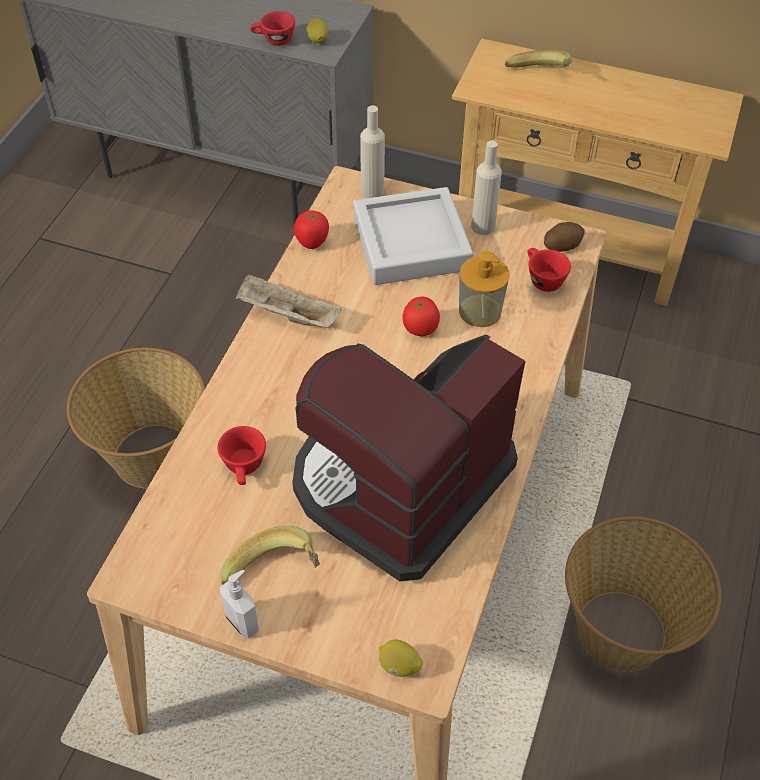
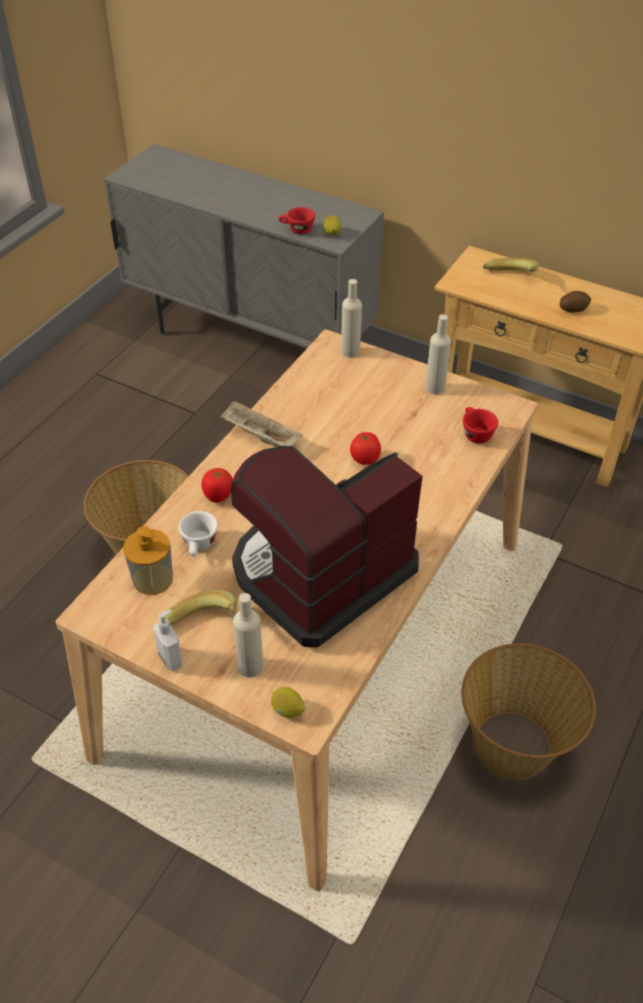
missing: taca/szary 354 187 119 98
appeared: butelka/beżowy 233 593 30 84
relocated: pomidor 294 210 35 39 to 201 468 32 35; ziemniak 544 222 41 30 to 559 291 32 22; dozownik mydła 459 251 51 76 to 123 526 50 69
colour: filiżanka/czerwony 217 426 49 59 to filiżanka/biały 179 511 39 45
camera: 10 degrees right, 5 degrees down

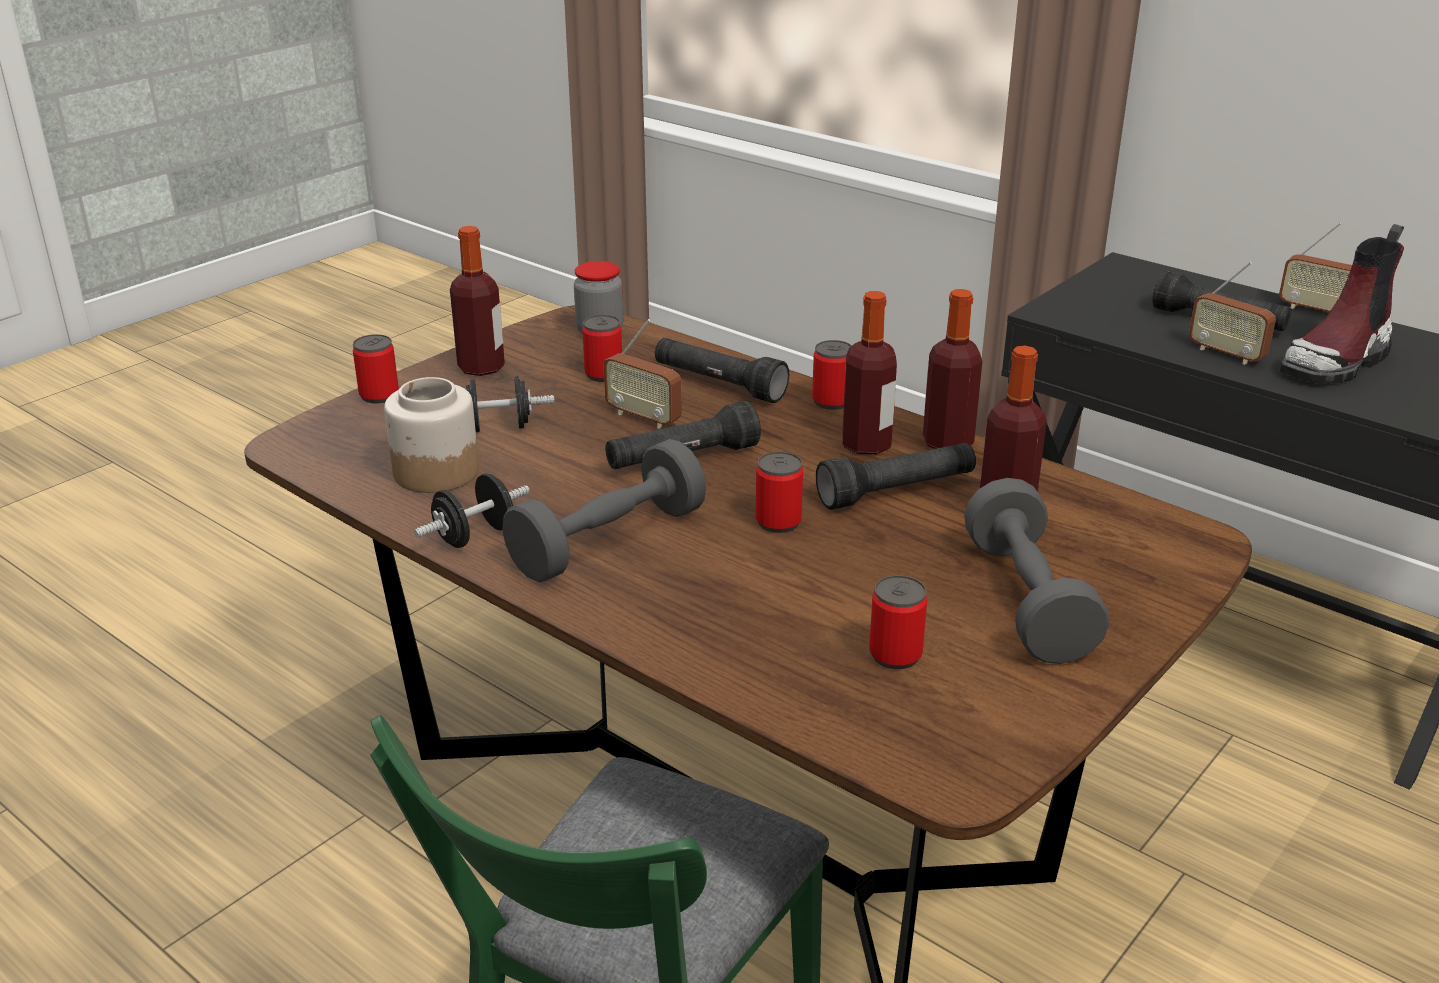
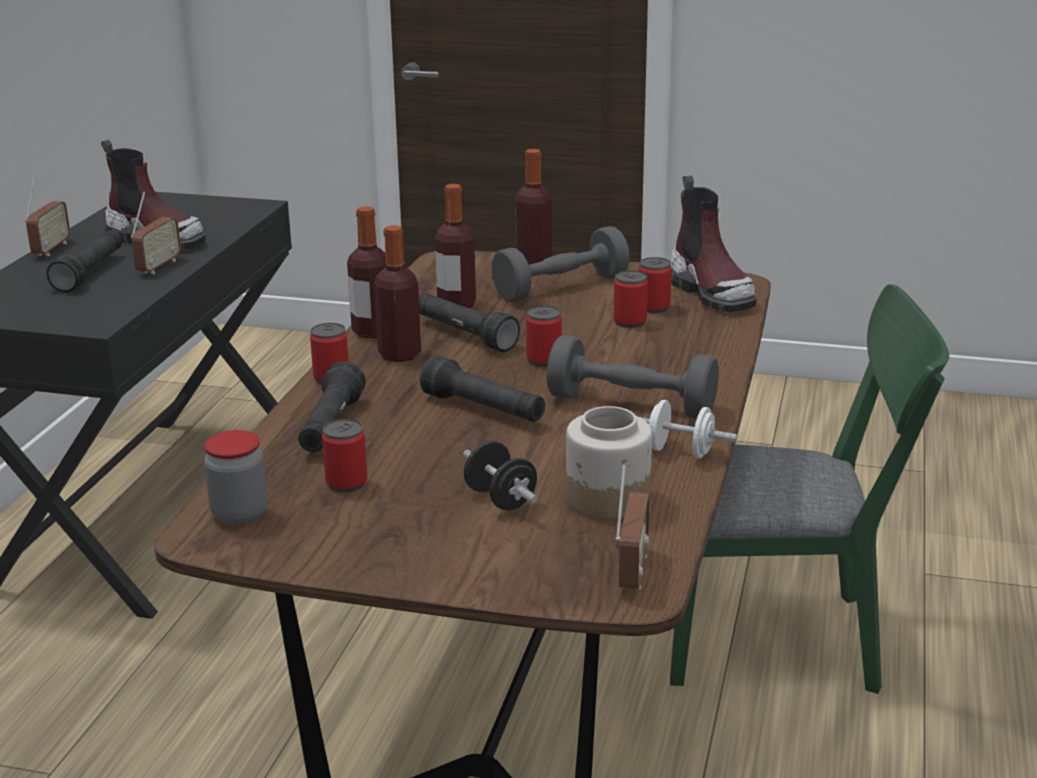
appeared: but z cholewką 670 175 86 137
relocated: butelka 450 226 55 150 to 515 149 37 116; radio 603 319 79 110 to 615 465 35 125; puszka 353 334 46 69 to 614 270 34 58
colour: hantel/czarny 414 473 116 75 to hantel/biały 640 400 97 58
camera: 115 degrees left, 5 degrees down

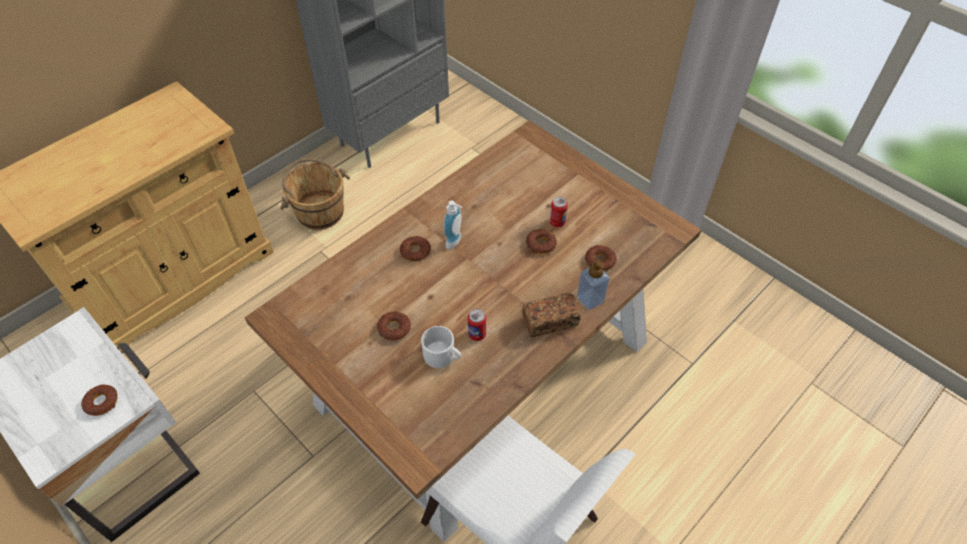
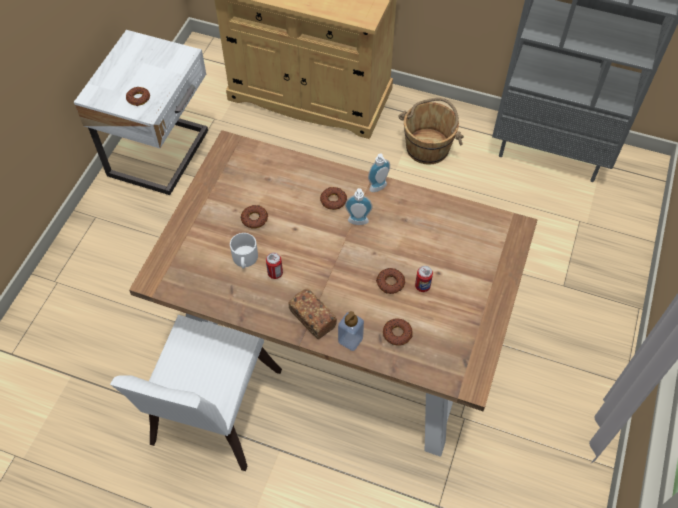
appeared: dozownik mydła 368 153 22 39
camera: 65 degrees right, 5 degrees up

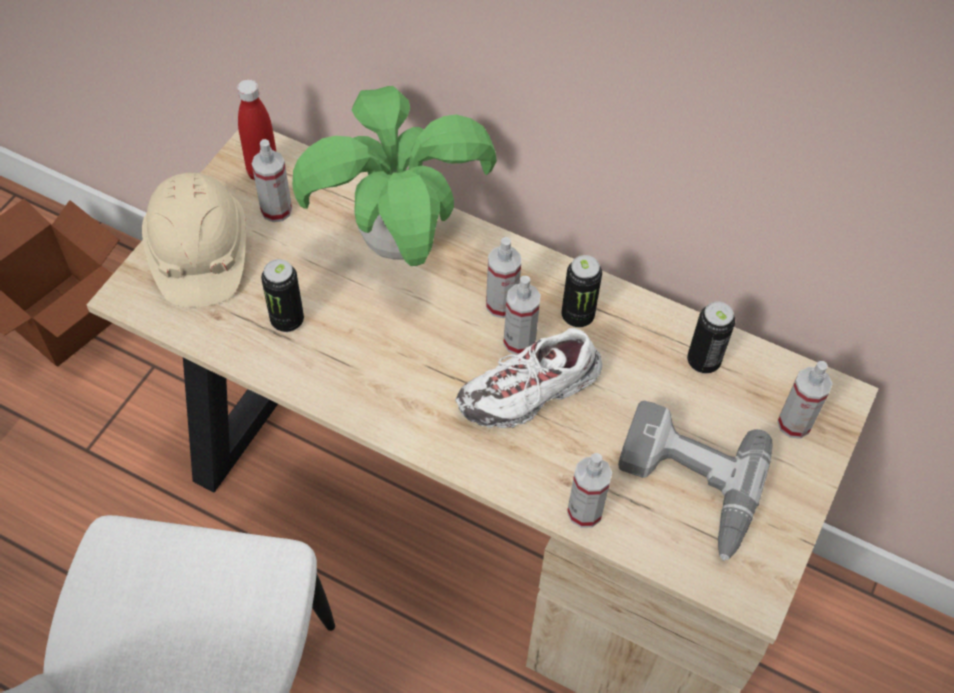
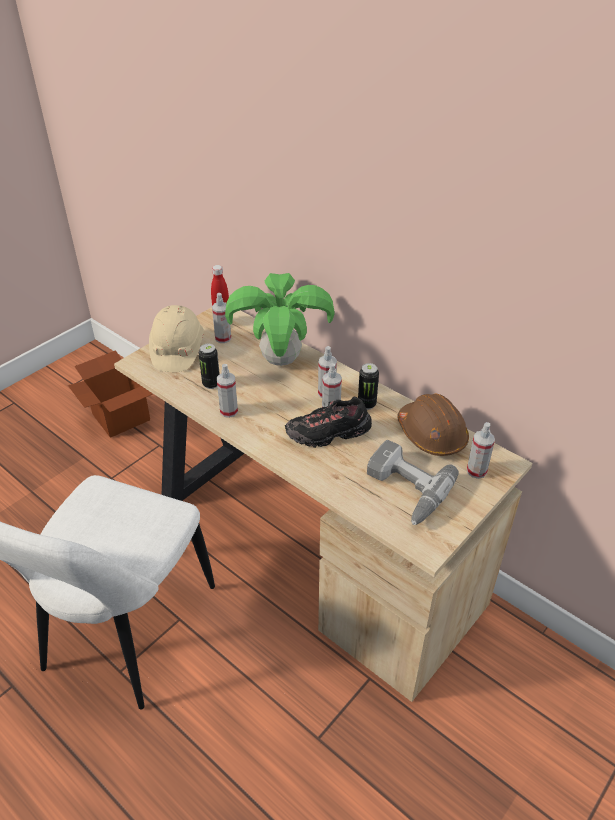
relocated: spryskiwacz 567 453 45 75 to 217 364 21 54
exchanged: puszka 687 301 48 73 to kask/brązowy 397 393 72 63
colour: but/biały 455 328 147 100 to but/czarny 285 397 87 51
camera: 15 degrees right, 15 degrees down

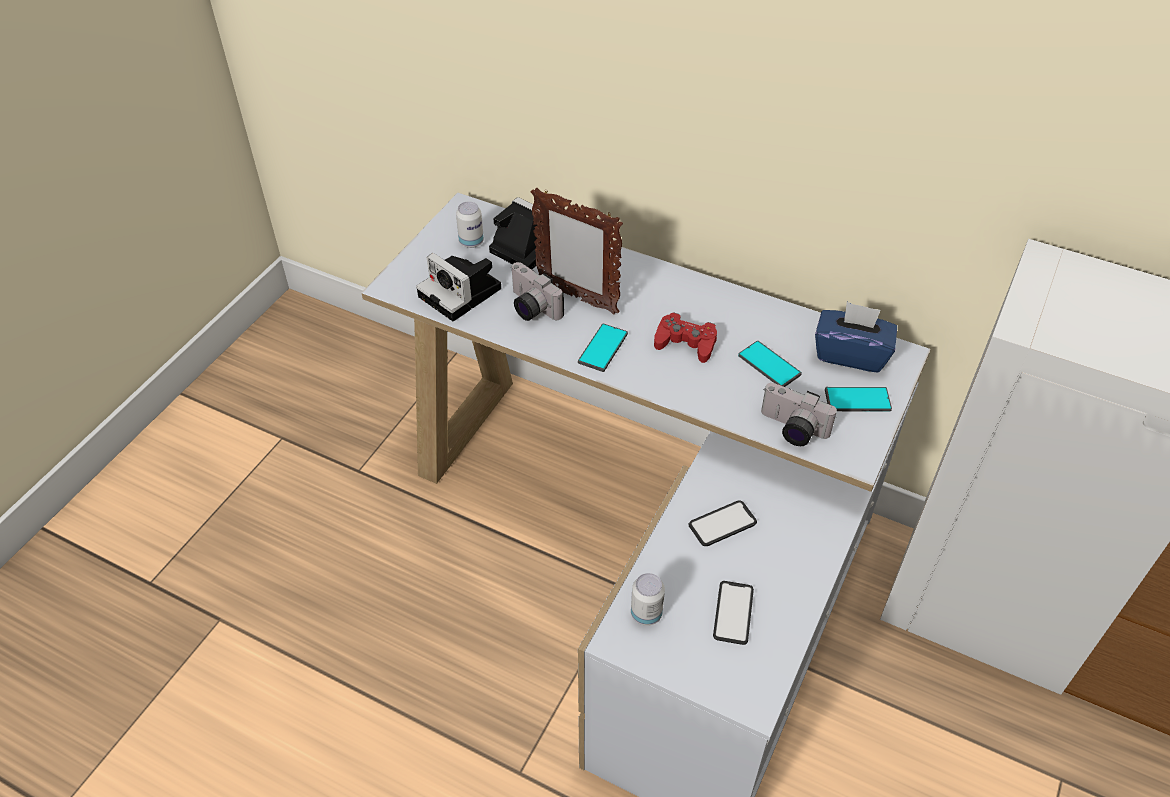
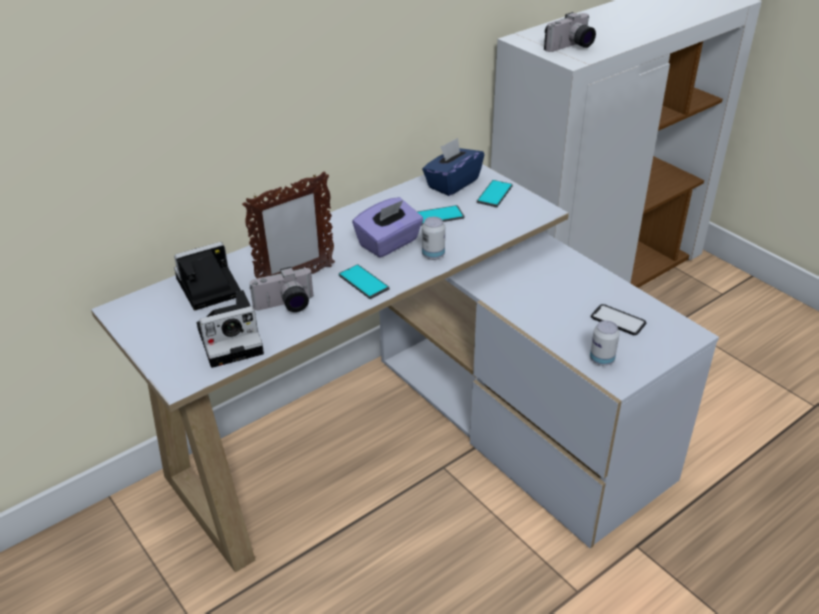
missing: telefon 688 501 69 45
relocated: puszka 456 202 28 46 to 422 217 23 43; aparat fotograficzny 761 383 76 63 to 544 12 52 40
exchanged: pad do gier/czerwony 654 312 63 51 to pudełko chusteczek/fioletowy 352 197 71 61
camera: 65 degrees left, 10 degrees down

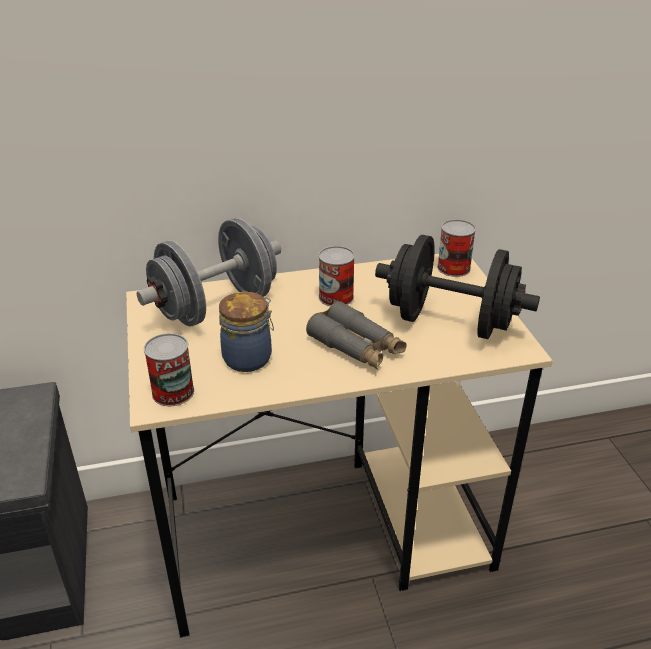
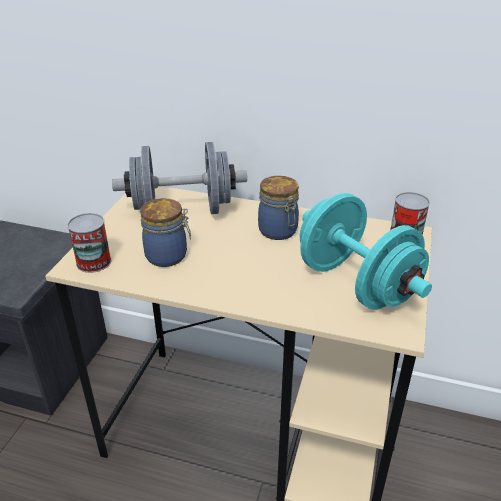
missing: lornetka/szary 306 301 101 68
exchanged: puszka 318 246 37 60 to słoik 258 176 41 64
colour: hantel/czarny 375 235 165 104 to hantel/turkusowy 300 193 132 117
camera: 30 degrees right, 0 degrees up

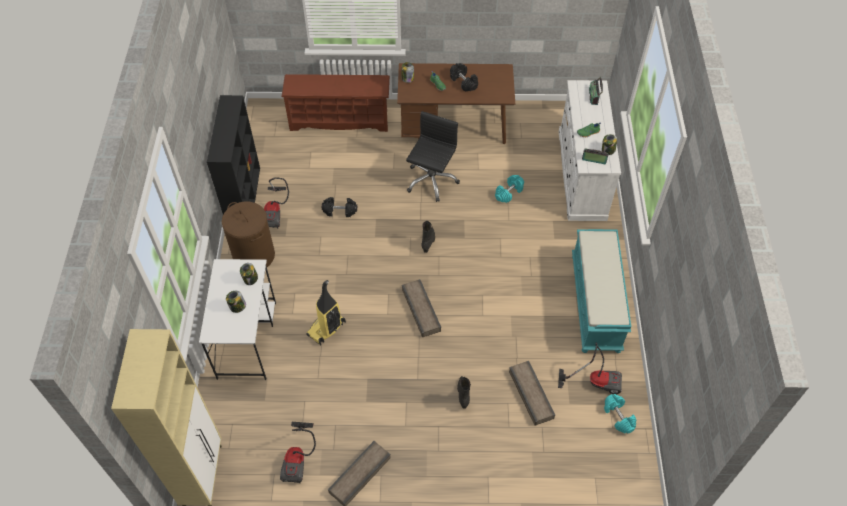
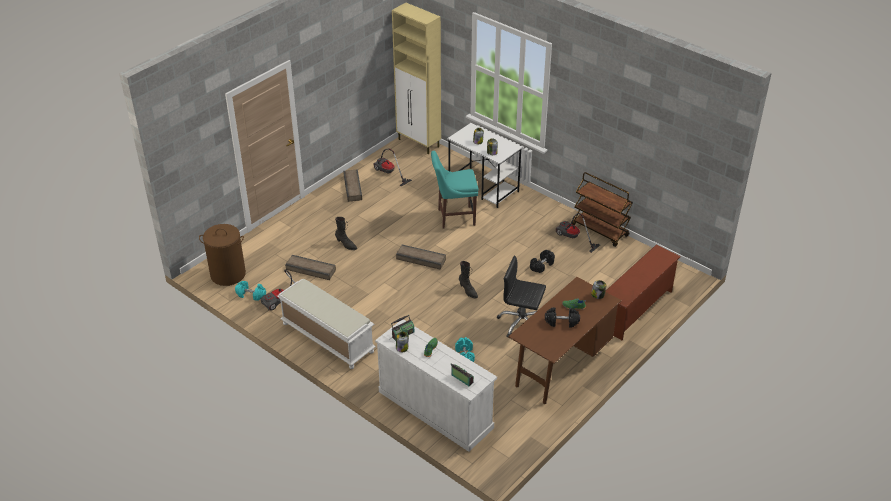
relocated: kosz na pranie/brązowy 222 202 53 65 to 199 224 47 62
exchanged: regał/czarny 207 95 53 120 to wózek/brązowy 572 172 61 75; odkurzacz 306 280 40 65 to krzesło/turkusowy 431 151 48 77
colour: ławka/turkusowy 572 229 59 124 to ławka/biały 277 279 99 90
spun: krzesło biurowe/czarny 406 111 54 91 = 497 256 49 82 135 degrees clockwise
camera: 130 degrees right, 15 degrees down

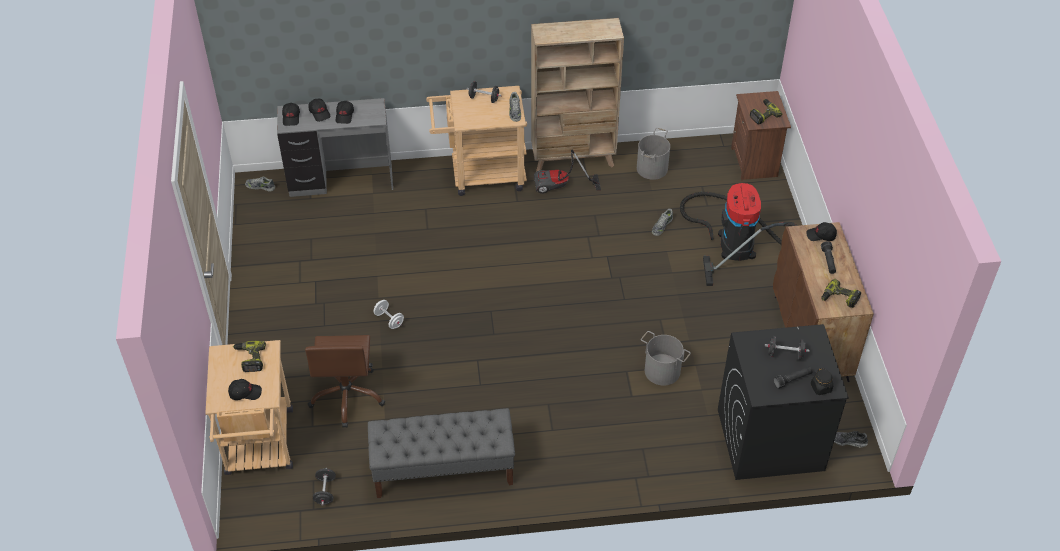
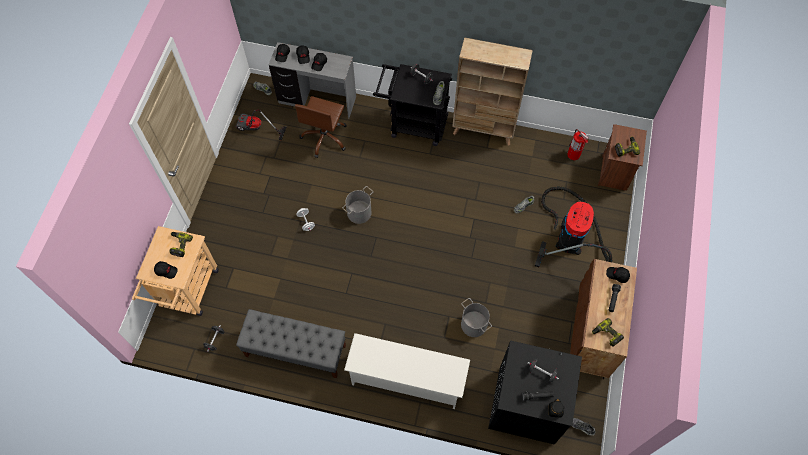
appeared: gaśnica 567 129 22 31; regał na buty/biały 344 333 126 76
relocated: wiadro/szary 637 128 33 52 to 342 186 31 38; odkurzacz 534 150 67 44 to 236 109 50 32; krzesło biurowe/brązowy 305 335 80 93 to 295 96 52 62
colour: wózek/beżowy 426 86 101 110 to wózek/czarny 373 64 79 82
camera: 20 degrees right, 15 degrees up

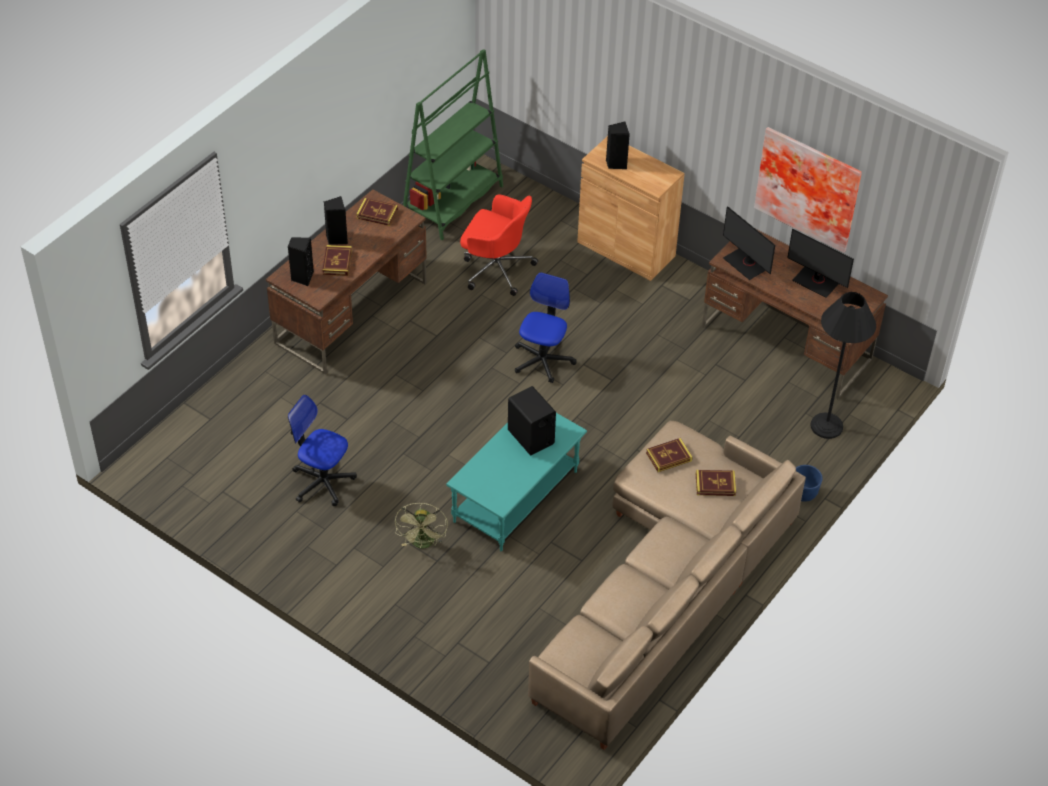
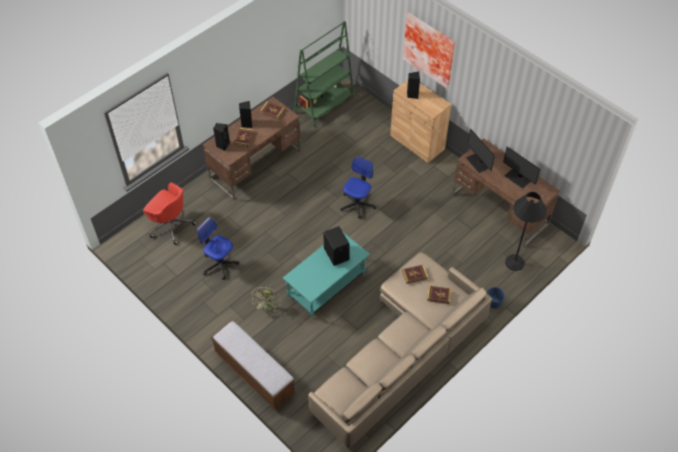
appeared: ławka 211 321 84 90
relocated: obraz 754 127 108 126 to 403 12 52 77; krzesło biurowe/czerwony 460 194 78 102 to 143 183 54 62
camera: 10 degrees right, 5 degrees up

